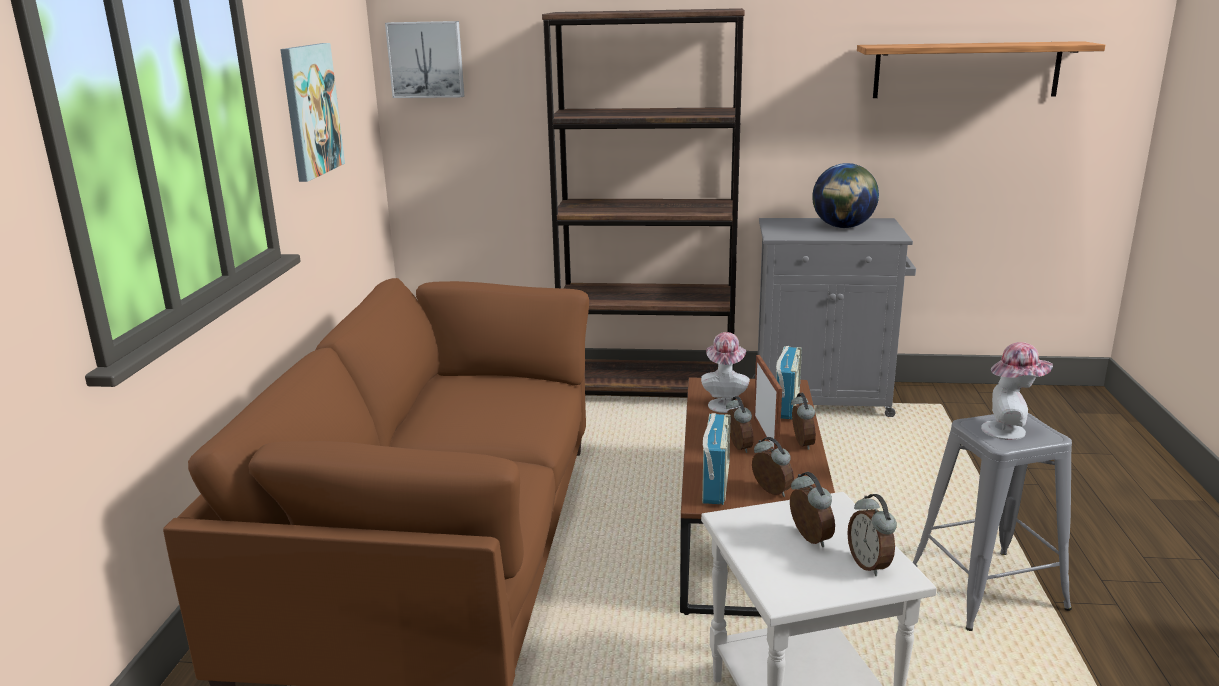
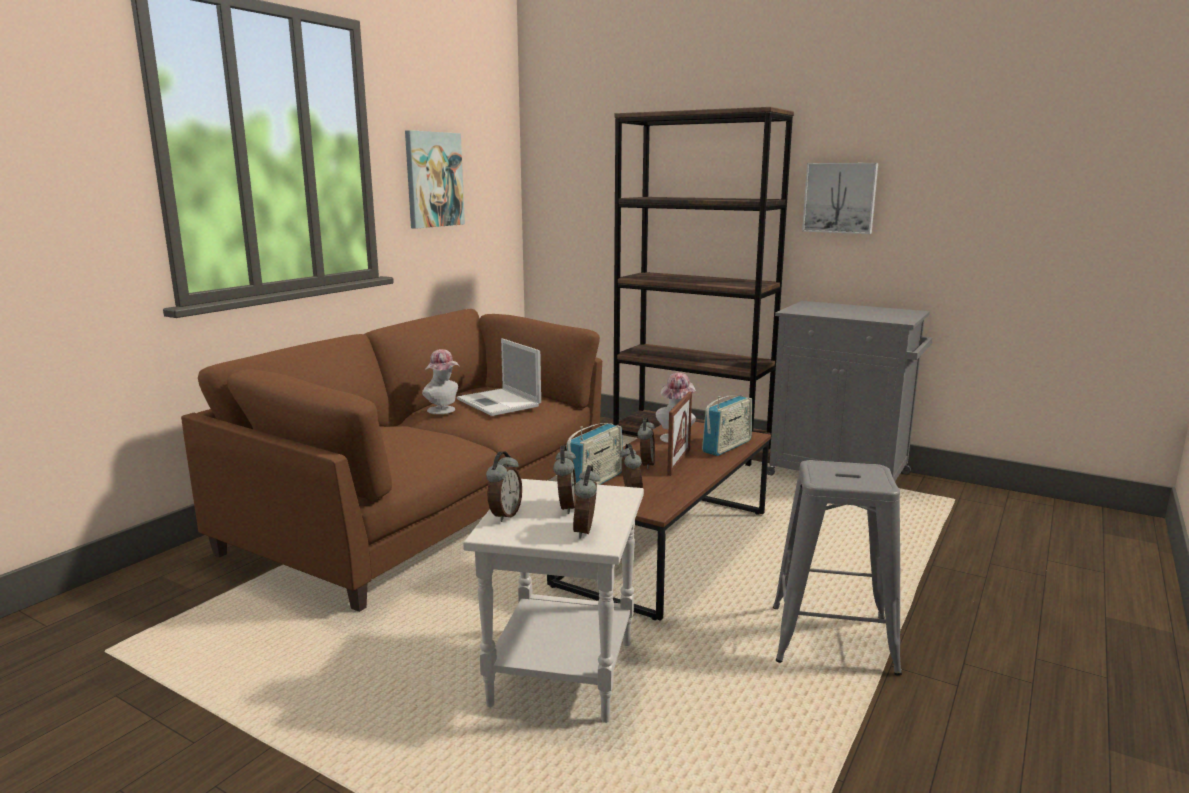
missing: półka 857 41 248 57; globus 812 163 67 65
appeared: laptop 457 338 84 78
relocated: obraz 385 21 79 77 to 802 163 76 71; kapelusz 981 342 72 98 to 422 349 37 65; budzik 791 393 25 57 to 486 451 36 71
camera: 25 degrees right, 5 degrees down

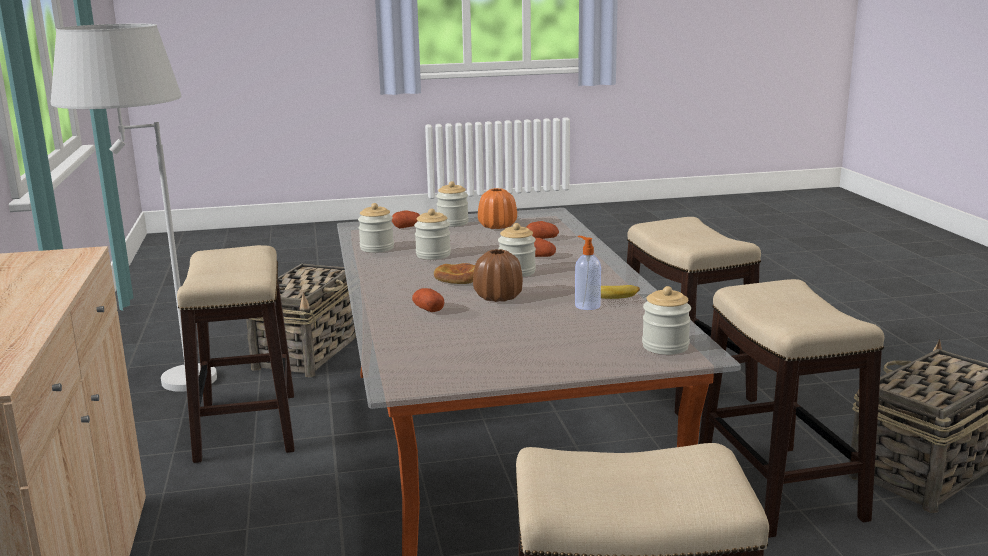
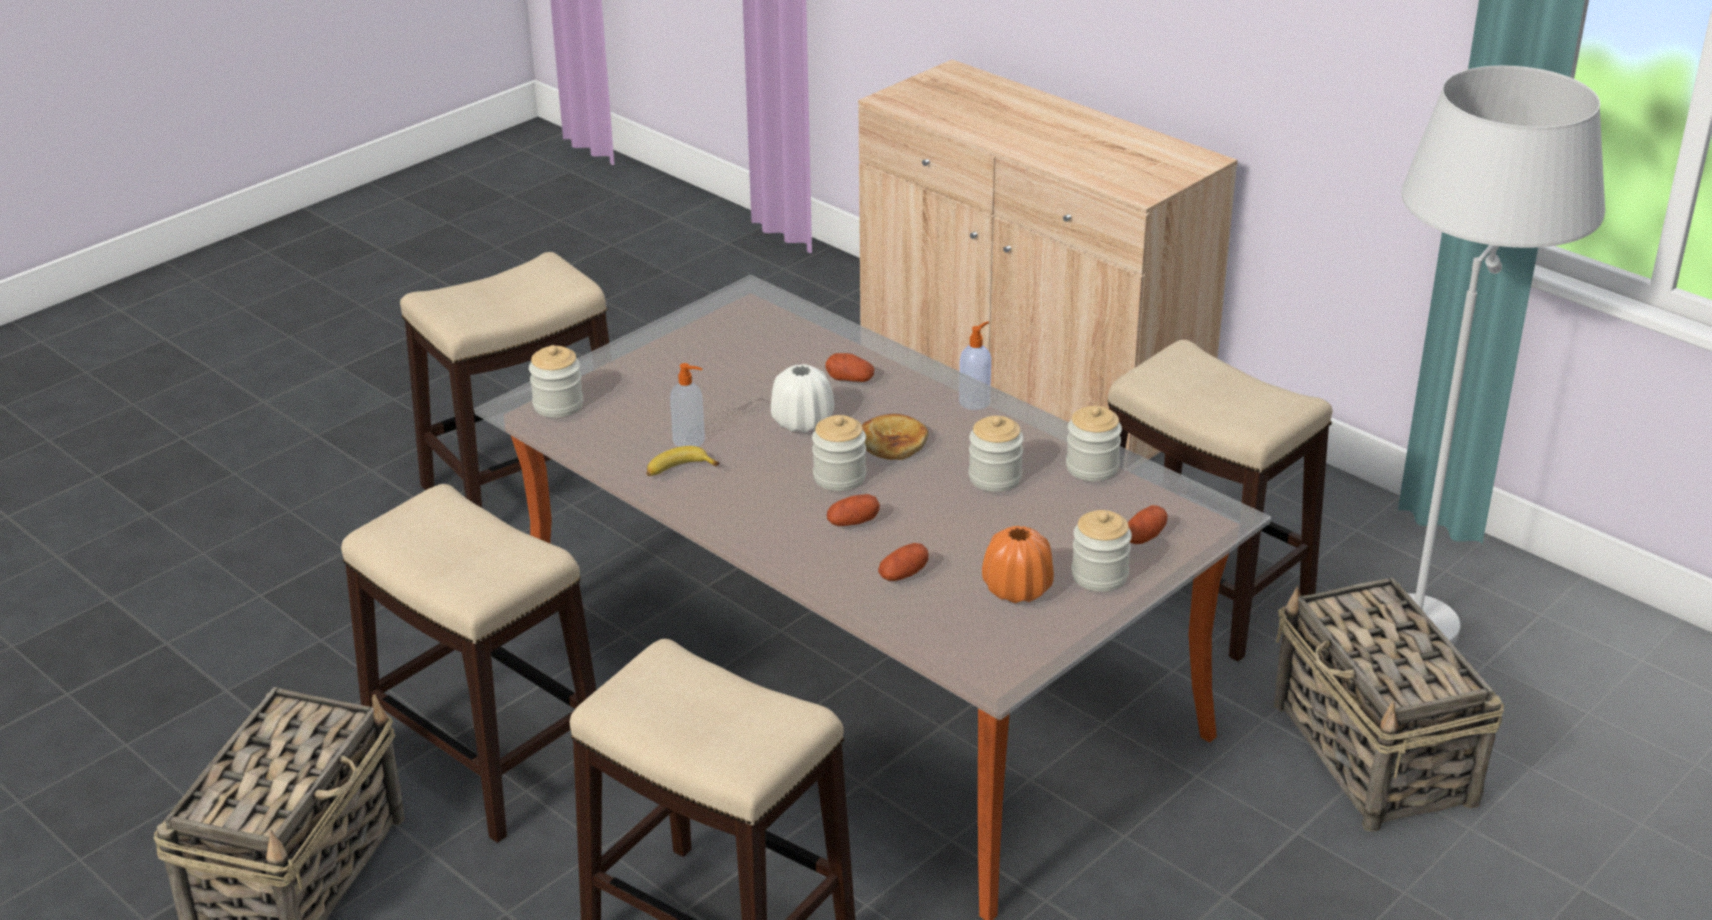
appeared: dozownik mydła 959 321 32 89
colour: wazon/brązowy 473 249 50 53 to wazon/biały 771 364 63 69
camera: 145 degrees right, 15 degrees up

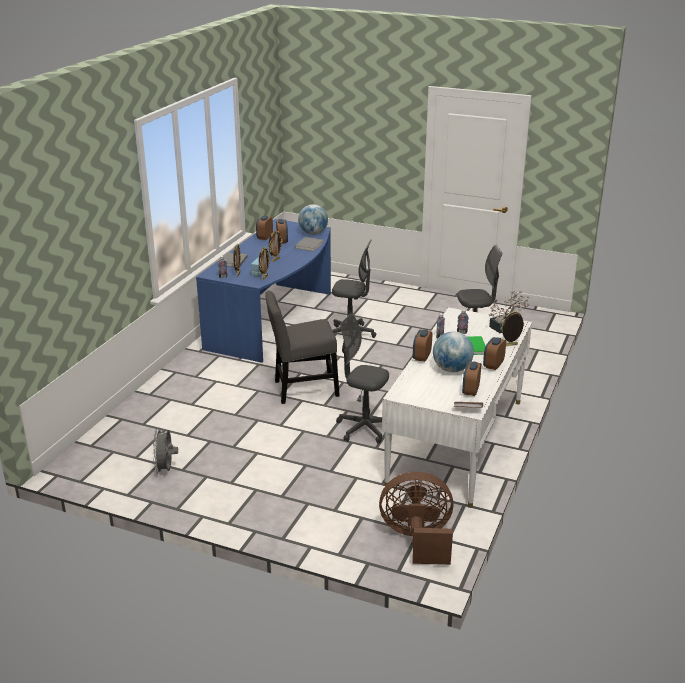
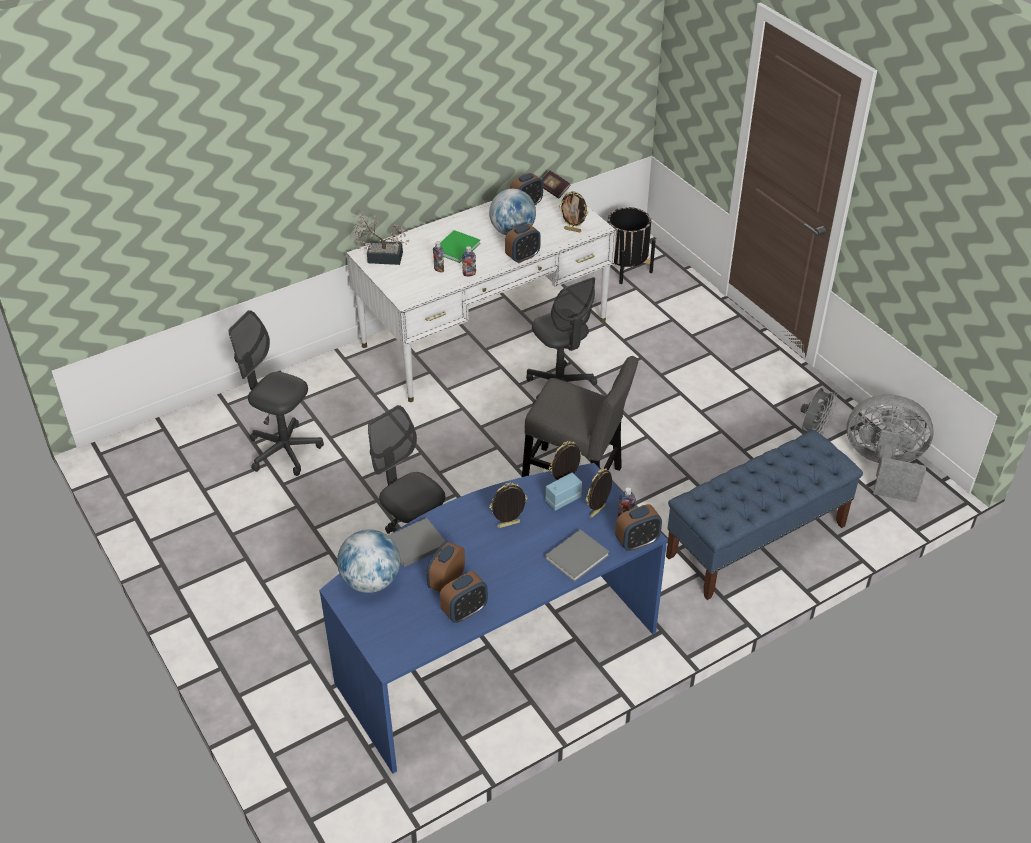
appeared: wentylator/szary 846 395 88 108; ławka/niebieski 666 430 197 170
relocated: ramka na zdjęcie 501 310 23 36 to 559 191 29 41; budzik 483 337 23 33 to 615 504 47 47
exchanged: wentylator/brązowy 379 472 74 93 to donica/czarny 607 207 49 77
camera: 145 degrees left, 15 degrees up

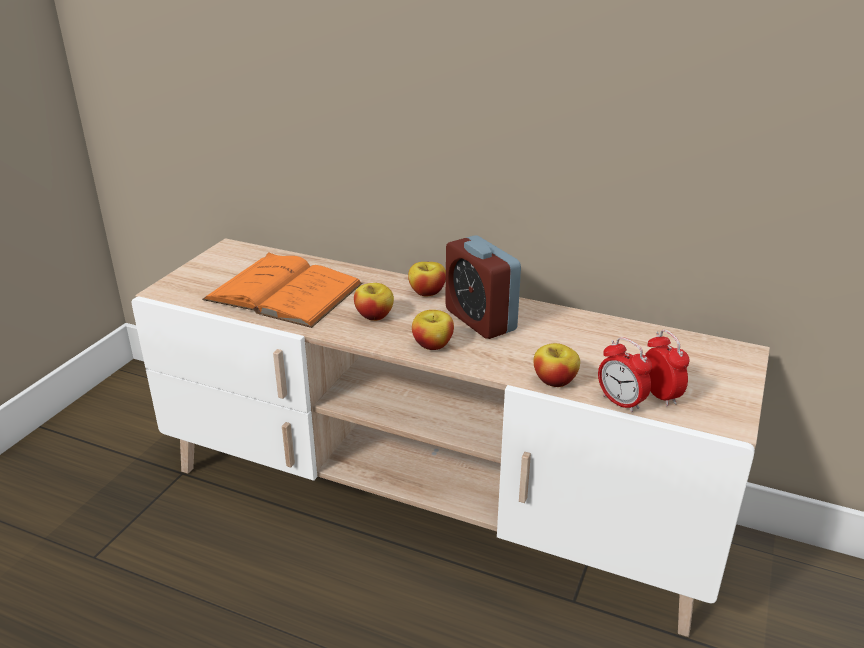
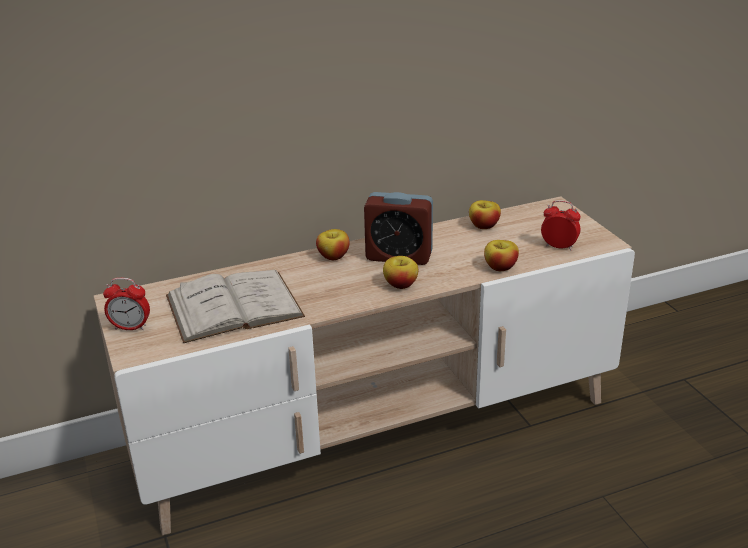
relocated: jabłko 354 283 40 38 to 469 200 32 29; budzik 598 337 54 76 to 103 278 47 52
colour: książka/pomarańczowy 202 252 161 76 to książka/biały 166 270 139 73
camera: 45 degrees left, 0 degrees up

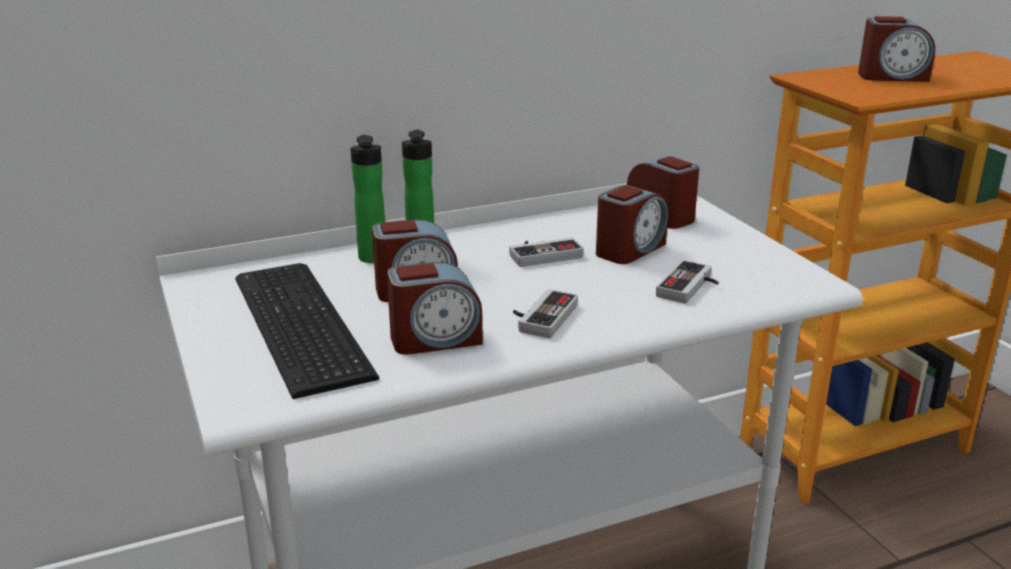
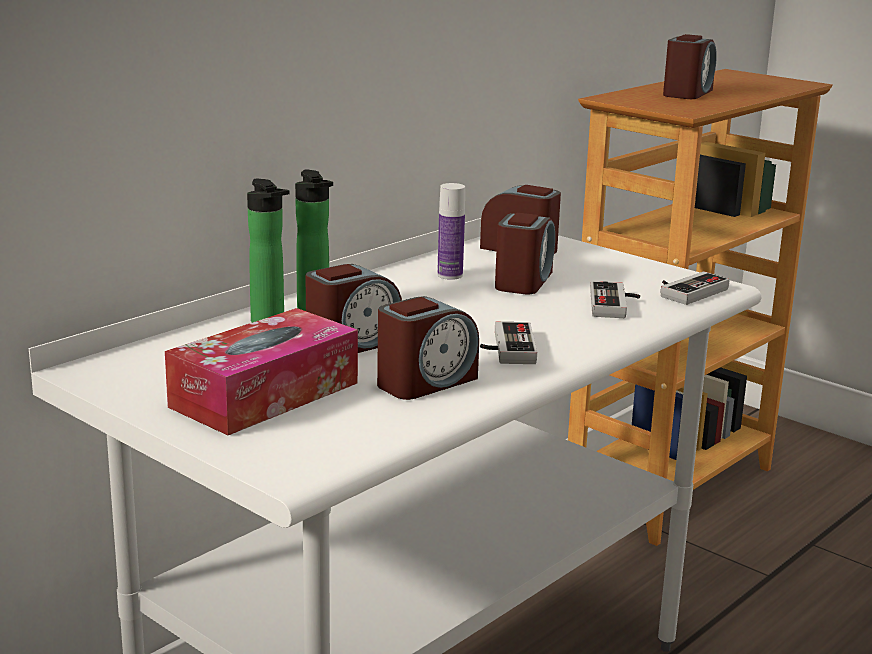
appeared: butelka 437 183 28 97
relocated: pad do gier 509 237 75 30 to 661 271 69 34
exchanged: klawiatura 235 263 144 136 to pudełko chusteczek 165 308 193 127
spun: budzik 858 16 77 66 = 663 34 54 65 45 degrees counterclockwise
camera: 25 degrees left, 5 degrees down

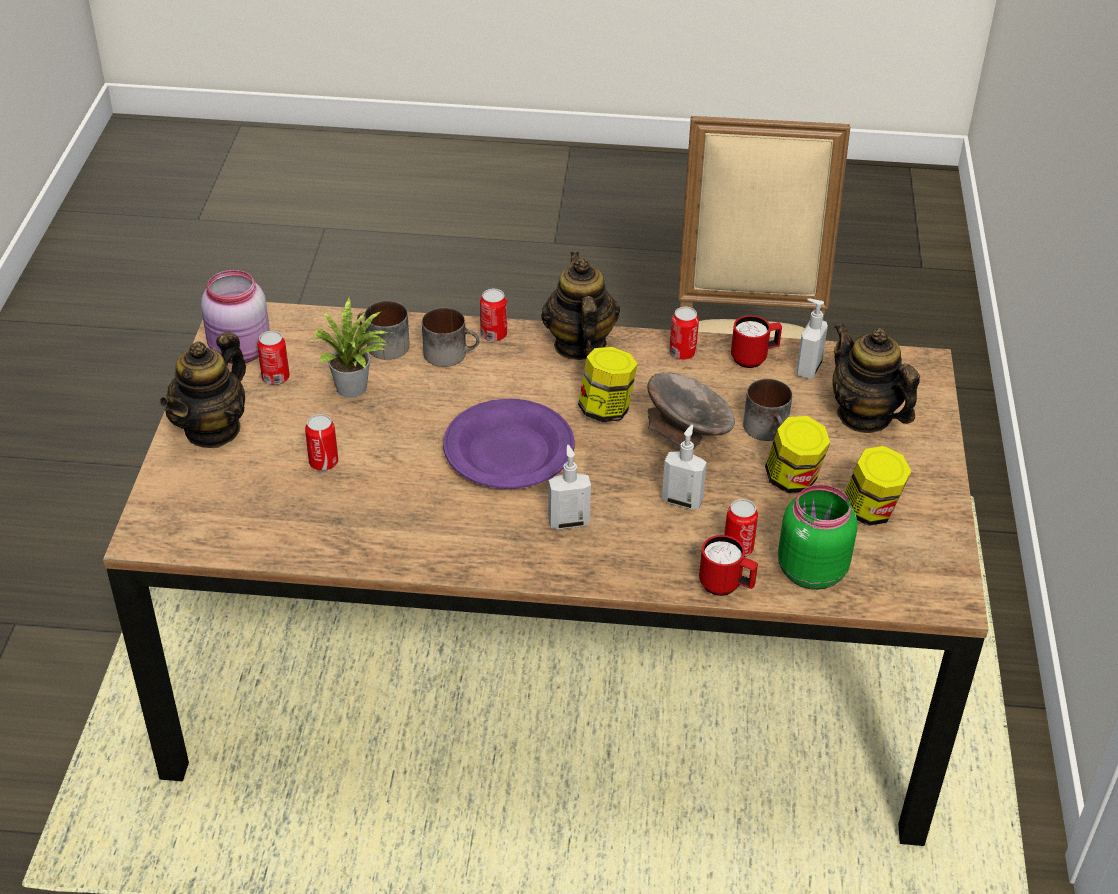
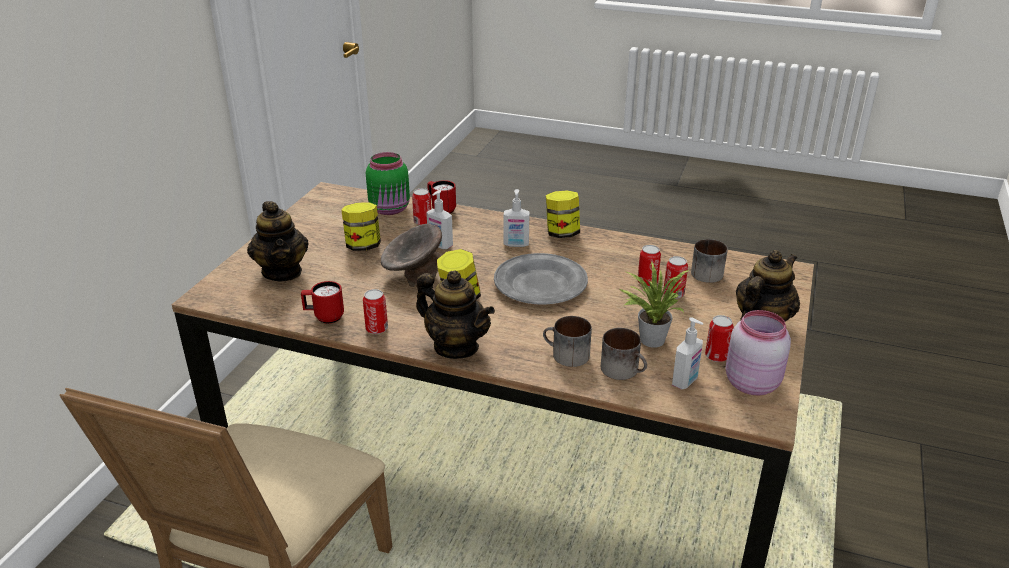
relocated: puszka 480 289 27 53 to 637 245 24 42; dozownik mydła 796 298 32 81 to 672 317 31 72; kubek 743 379 49 62 to 691 239 37 44; słoik 844 446 67 80 to 546 190 34 48
colour: talerz/fioletowy 443 399 131 90 to talerz/szary 494 253 94 52
spun: imbryk 541 251 79 109 = 416 270 79 89 60 degrees counterclockwise
camera: 165 degrees left, 10 degrees down

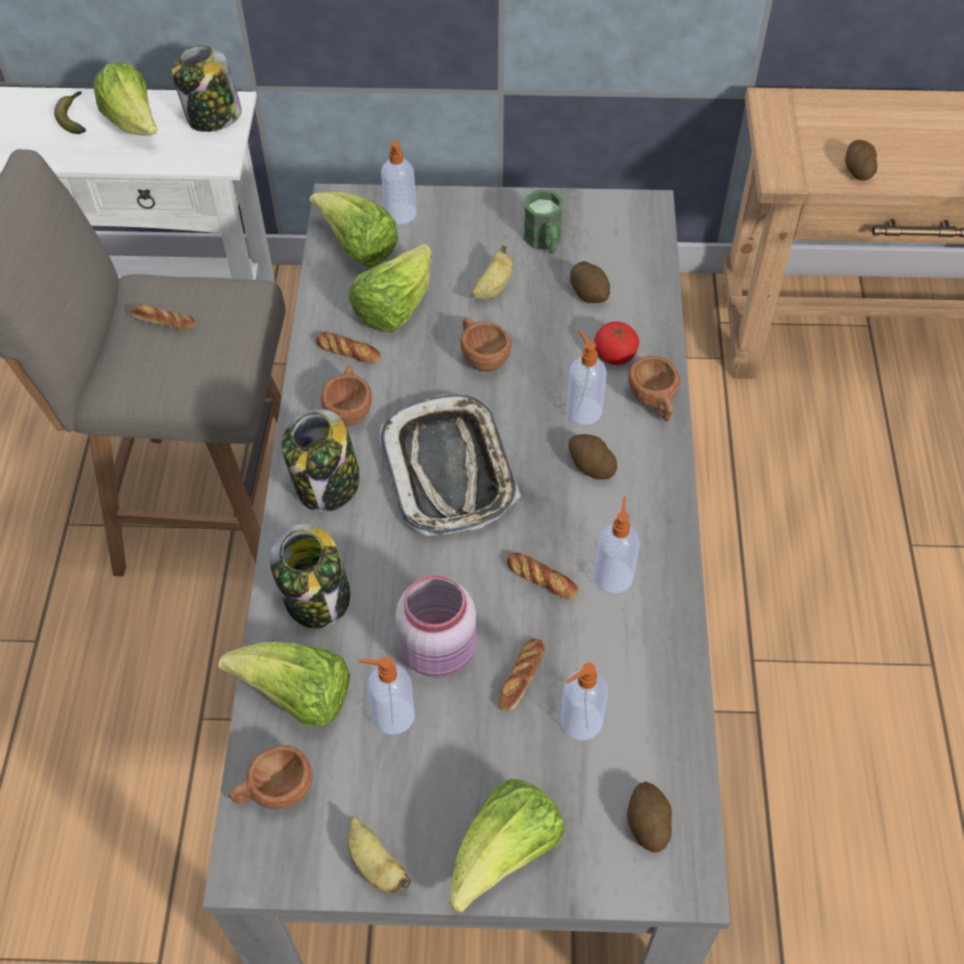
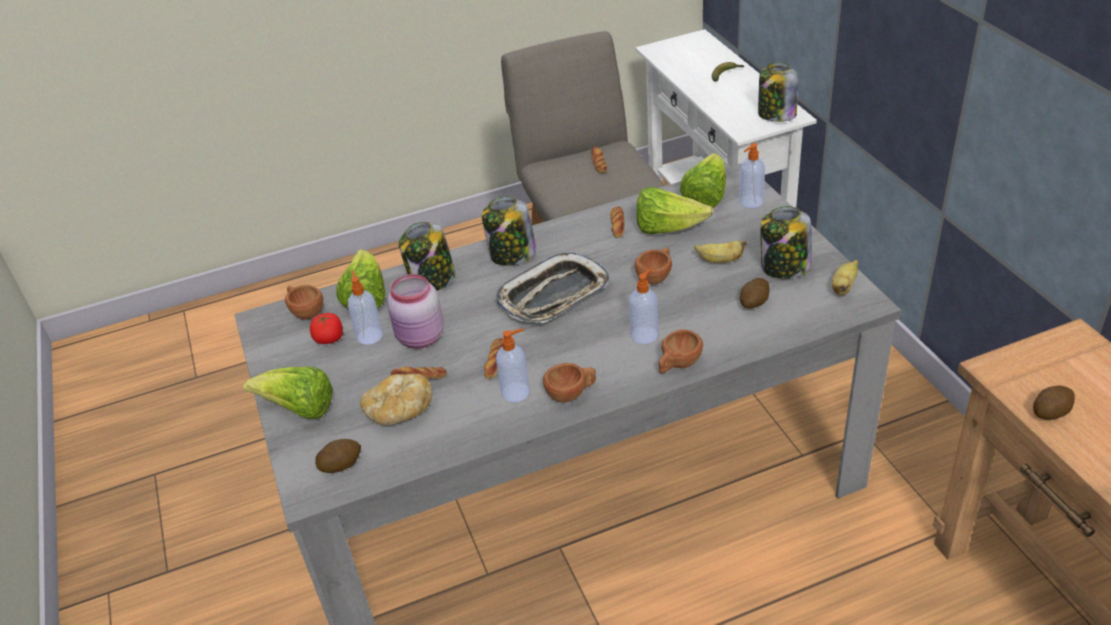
missing: sałata 93 62 65 74; ziemniak 568 434 49 46
relocated: pomidor 594 321 45 44 to 310 313 33 31; filiżanka/brązowy 321 365 51 61 to 543 363 53 40; banan 347 817 64 76 to 832 260 26 35
exchanged: kubek/zielony 523 189 41 65 to słoik 761 206 51 73; dozownik mydła 560 663 48 77 to chleb 360 374 73 51
camera: 70 degrees right, 15 degrees down

